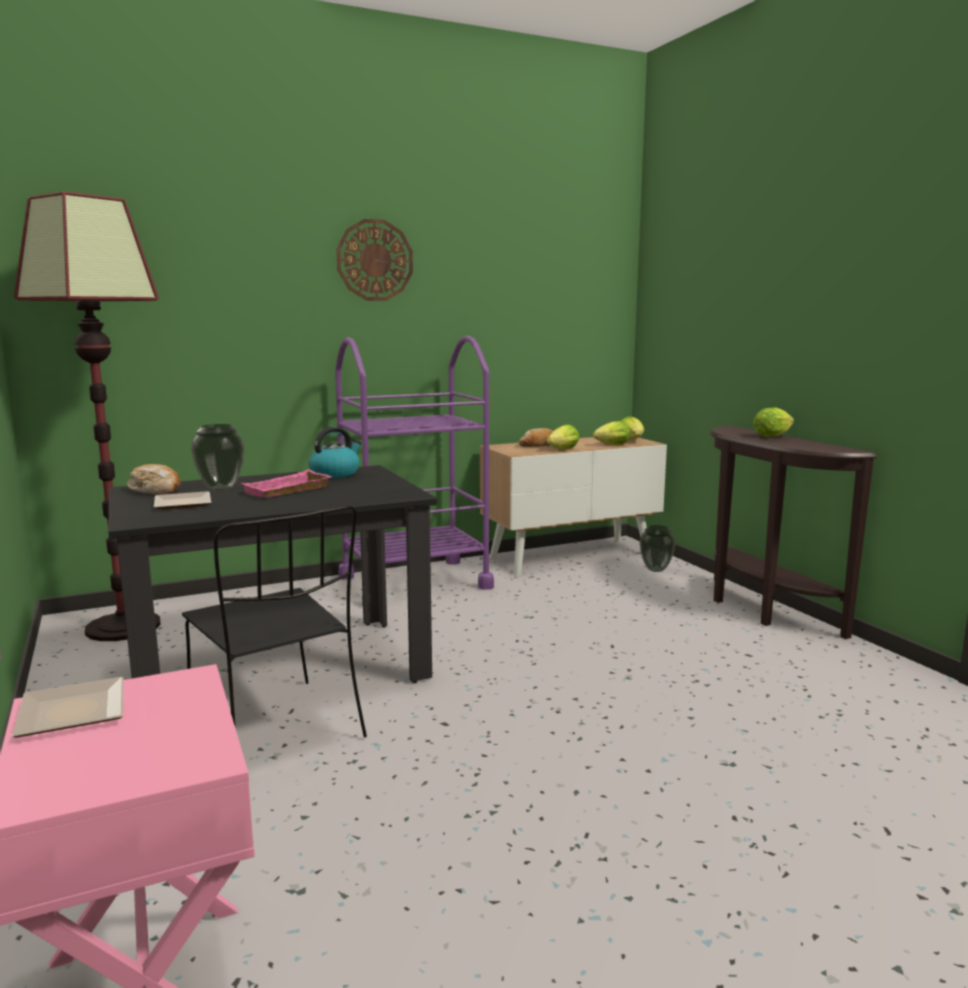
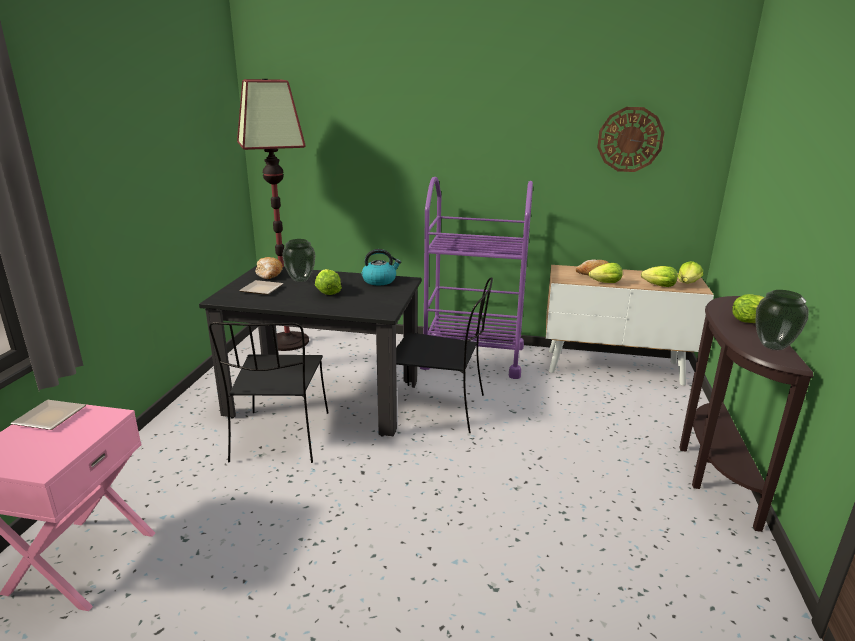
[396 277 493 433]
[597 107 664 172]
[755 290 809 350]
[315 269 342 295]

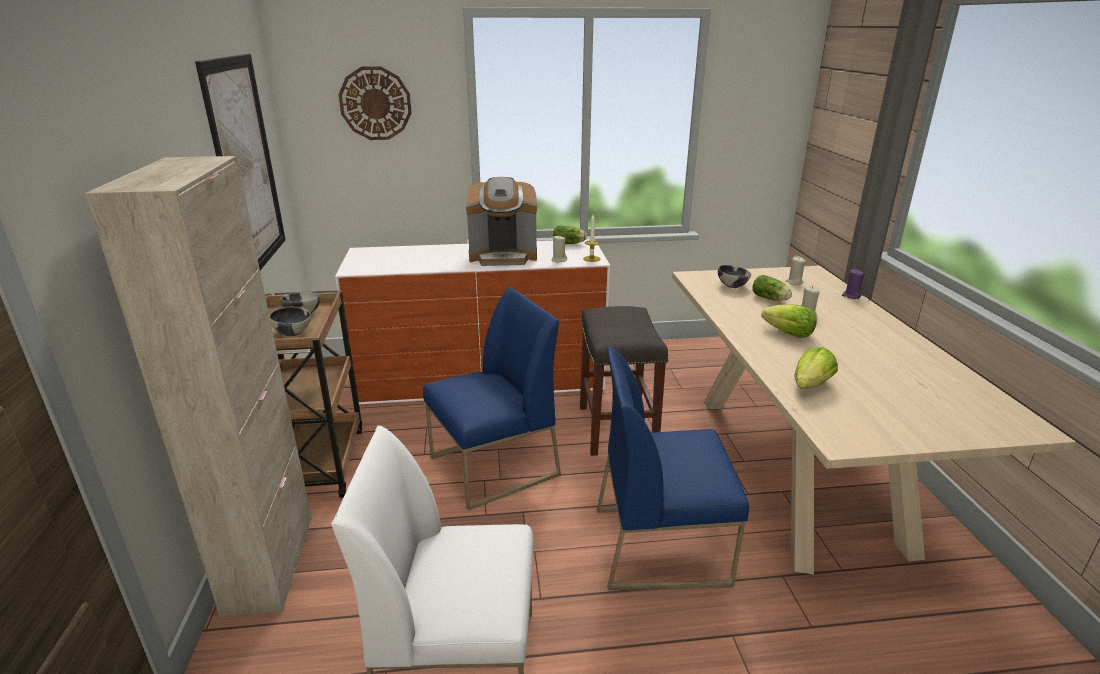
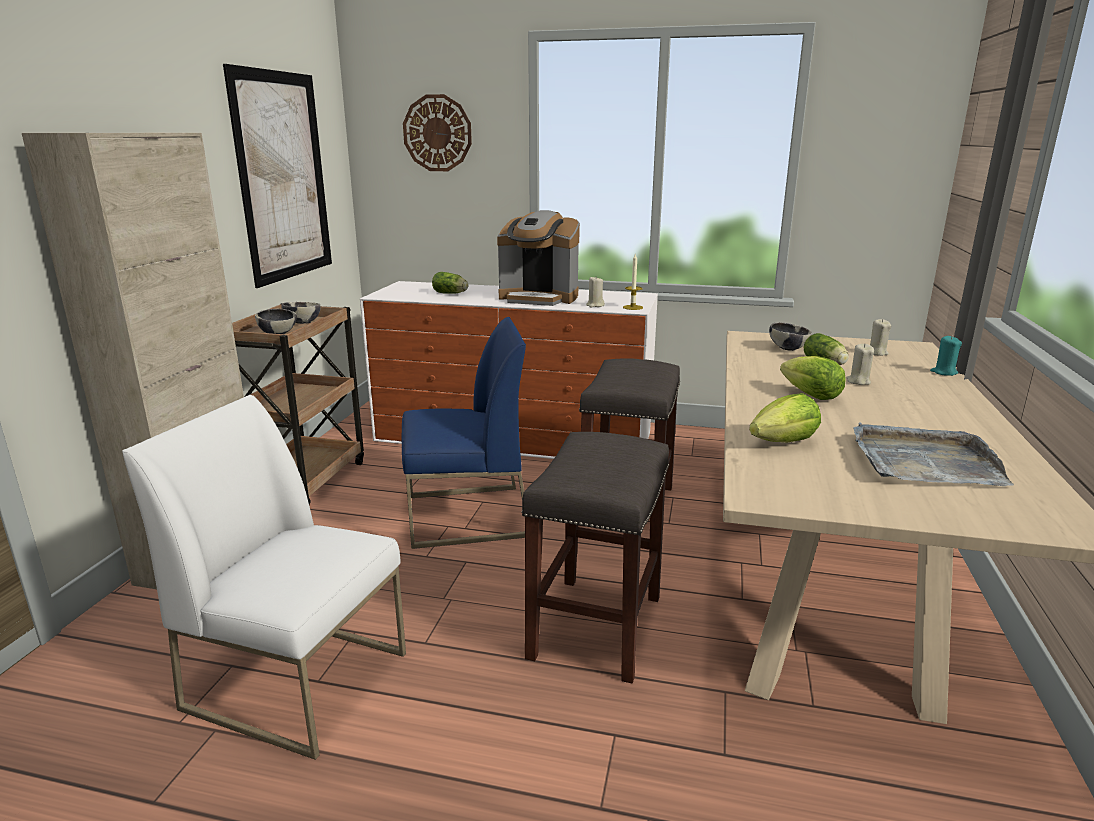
[854 422 1014 486]
[432 272 468 294]
[521 432 669 684]
[930 336 962 376]

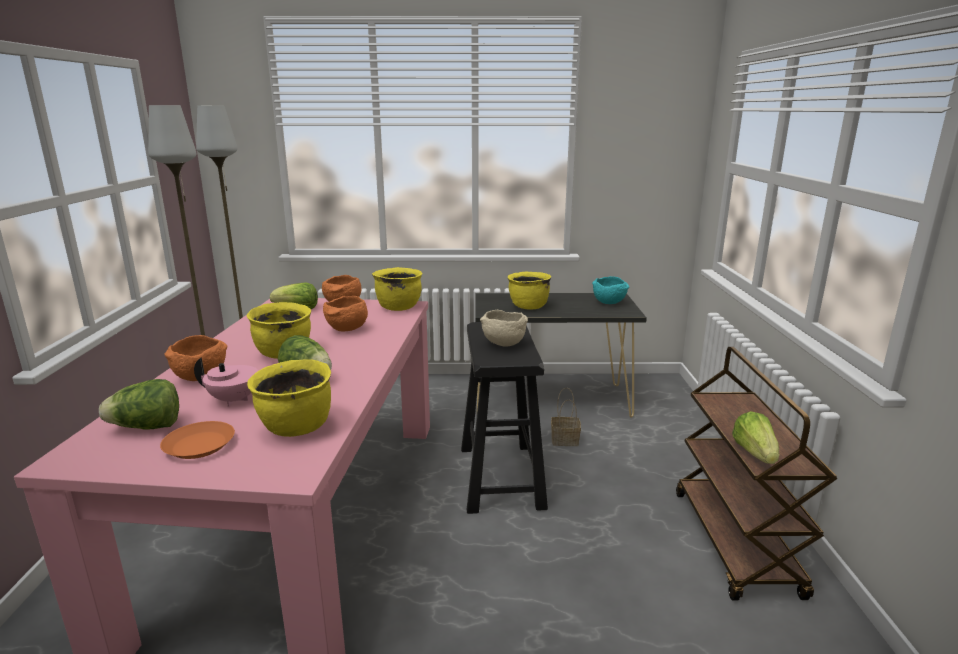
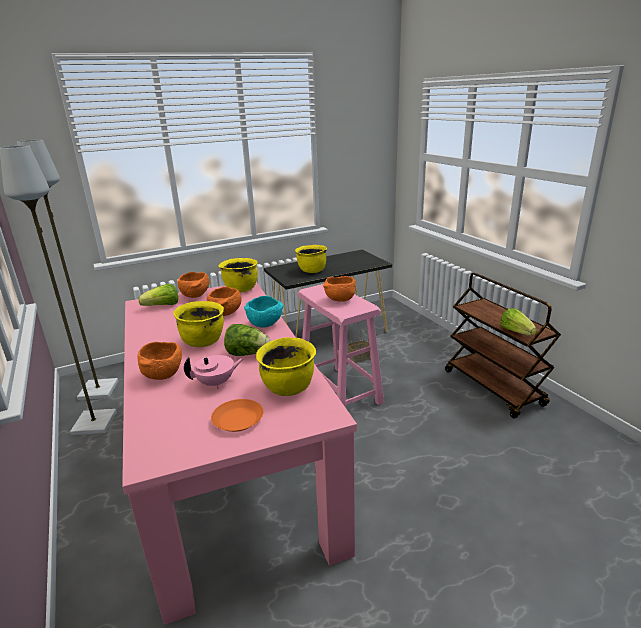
[99 379 179 430] (first image)
[244 296 283 328]
[297 284 384 408]
[323 276 356 302]

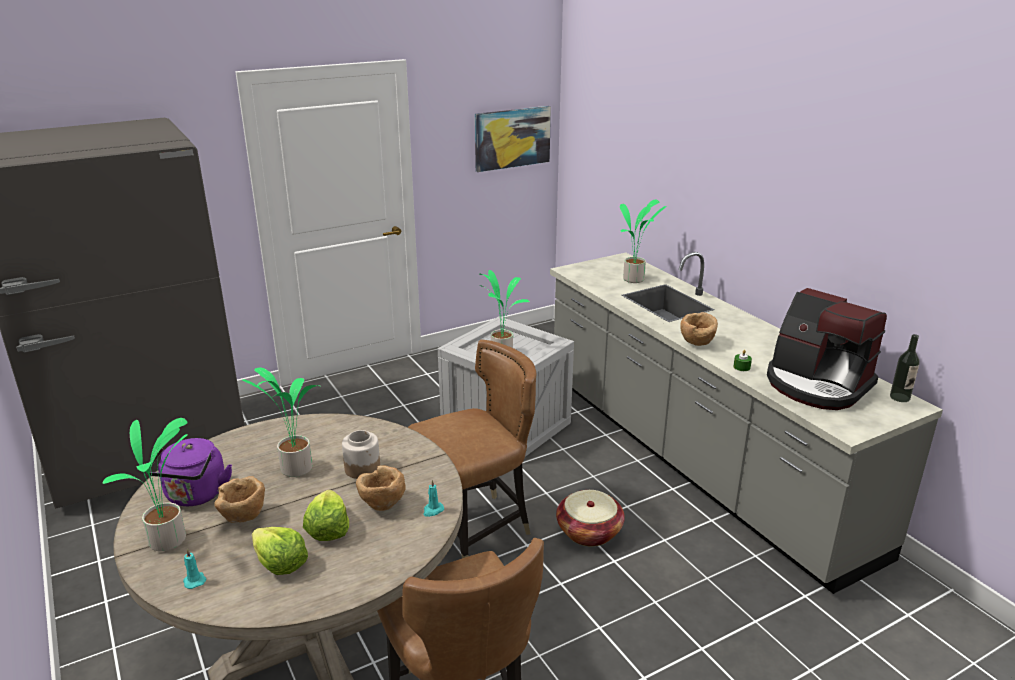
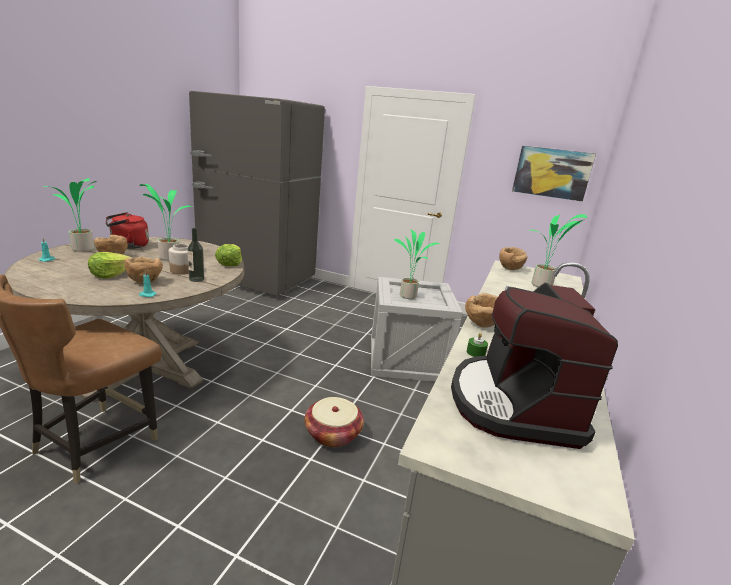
[408 340 536 558] (first image)
[499 247 527 270]
[215 244 242 266]
[187 228 204 282]
[106 212 149 249]

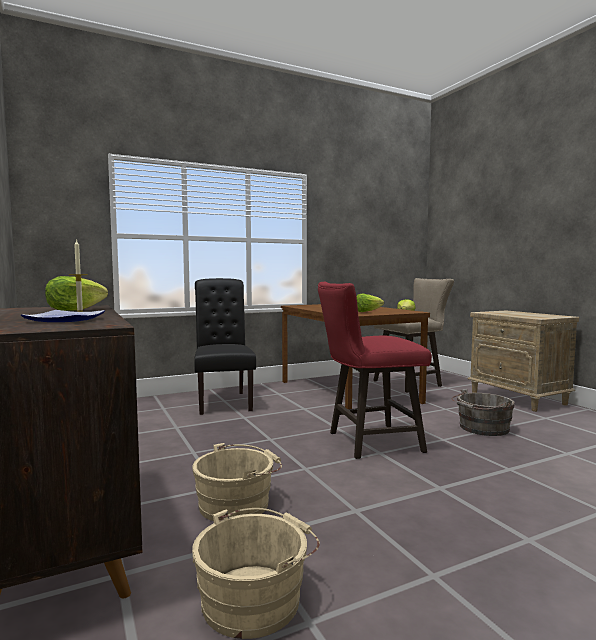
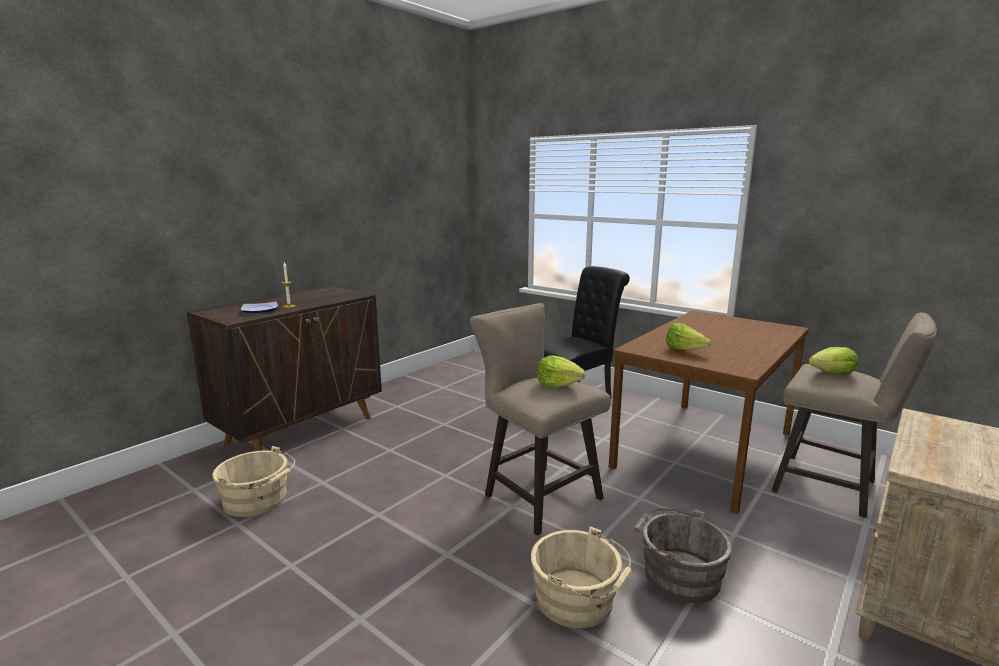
[537 355 586 387]
[531 526 632 628]
[470 303 611 536]

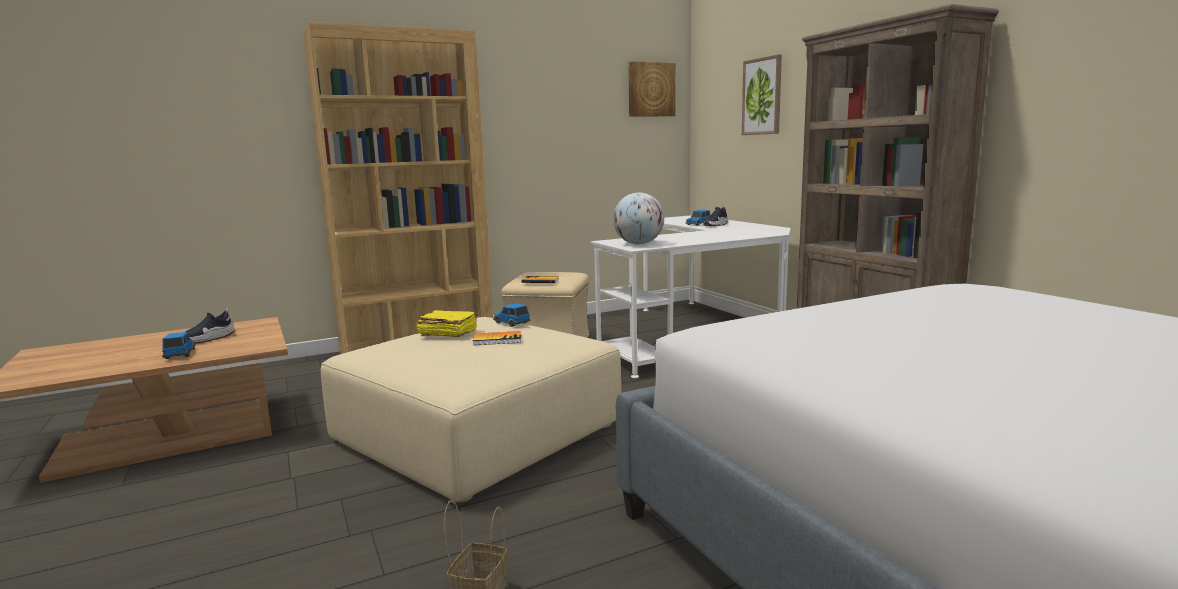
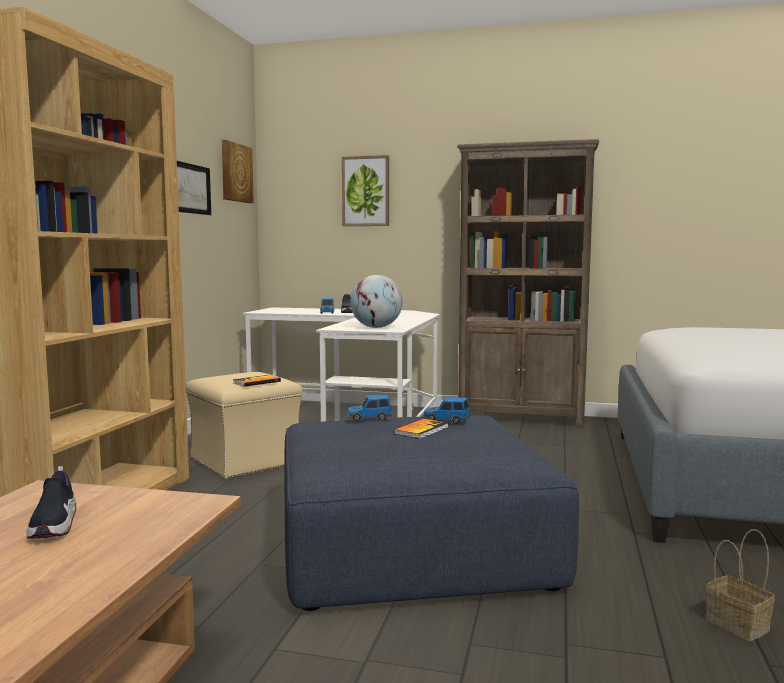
[417 310 478 337] (first image)
[177 161 211 215]
[423 397 470 424]
[284 416 579 611]

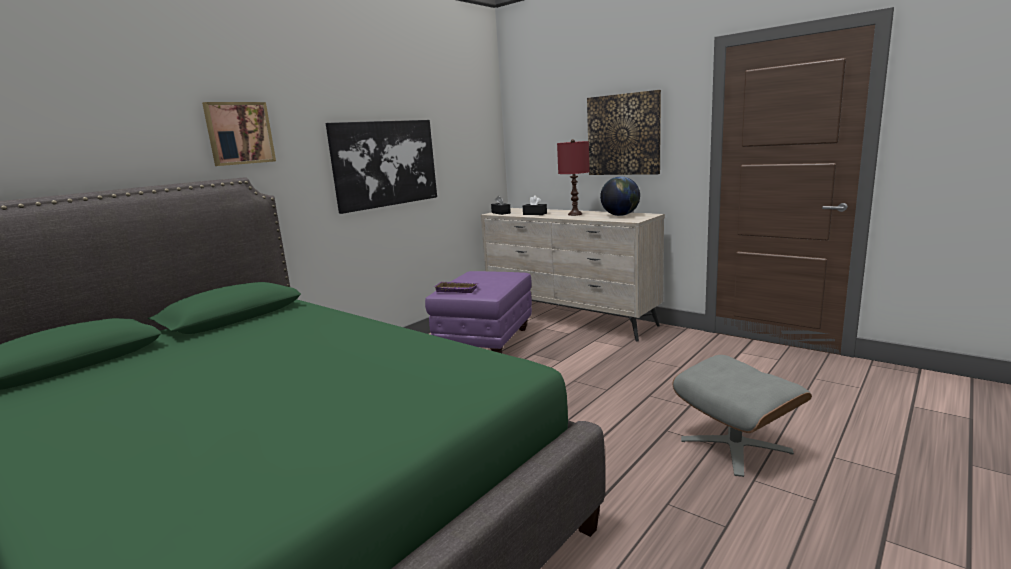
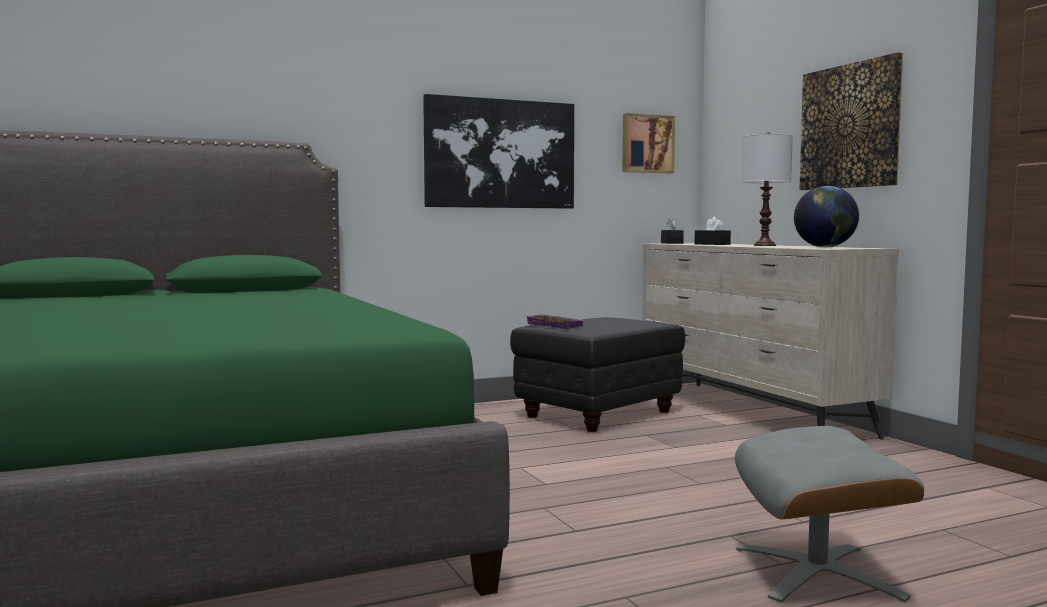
[622 113 675 173]
[510 317 685 432]
[742 132 793 246]

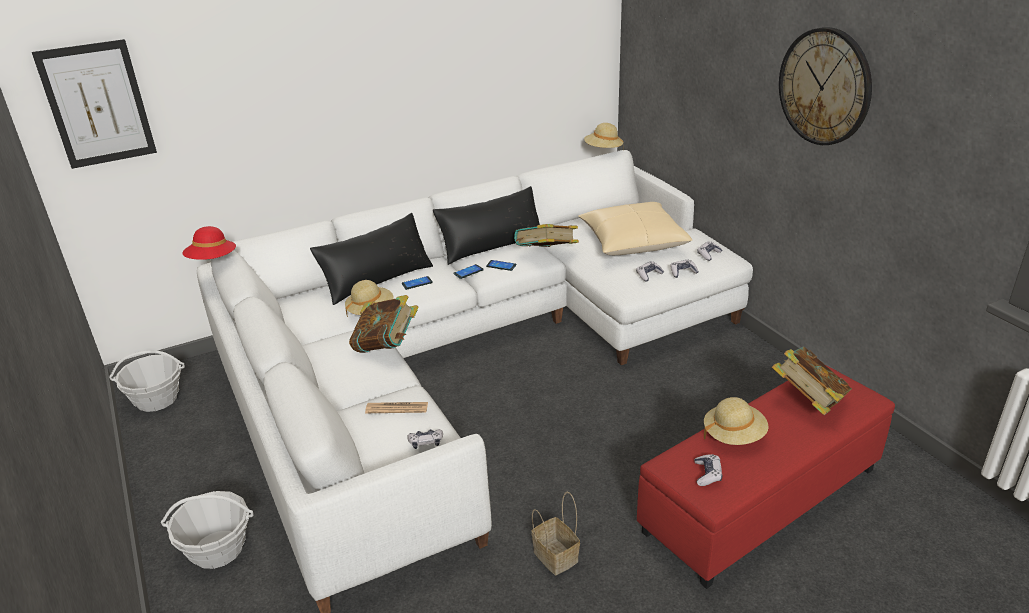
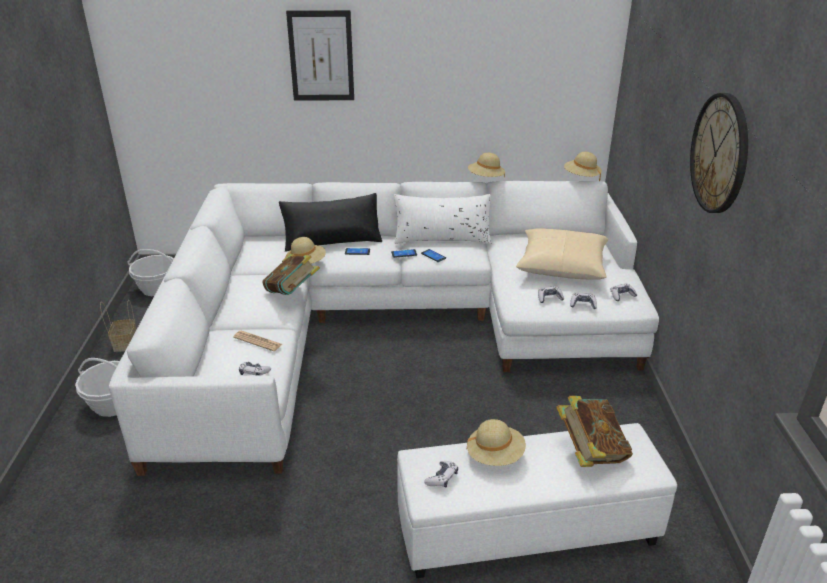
[182 226 236 260] (first image)
[514 224 579 247] (first image)
[468 153 505 178]
[286 10 354 101]
[100 300 136 352]
[394 194 491 244]
[397 423 677 578]

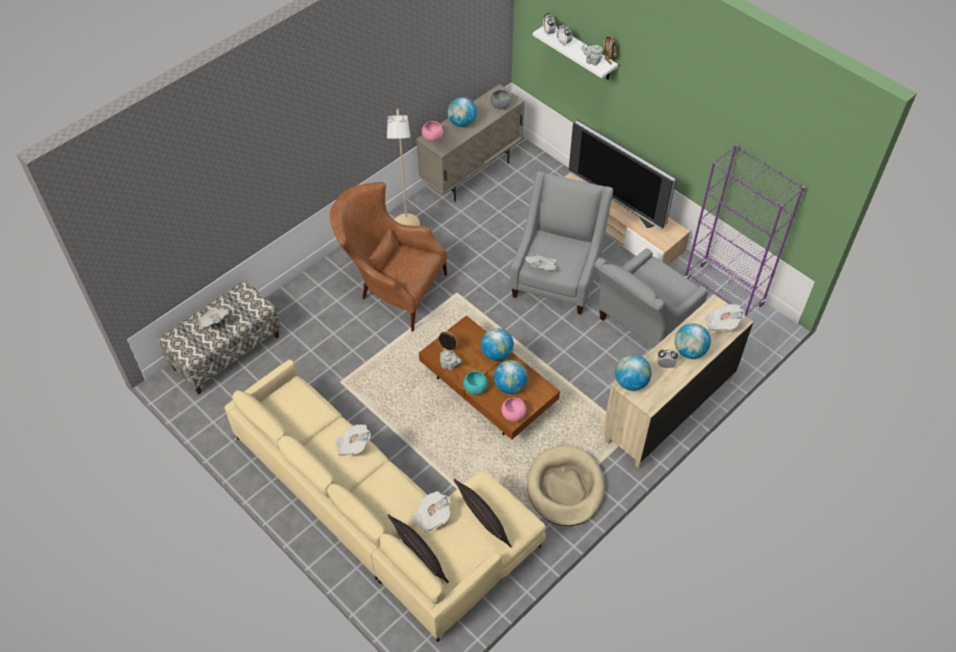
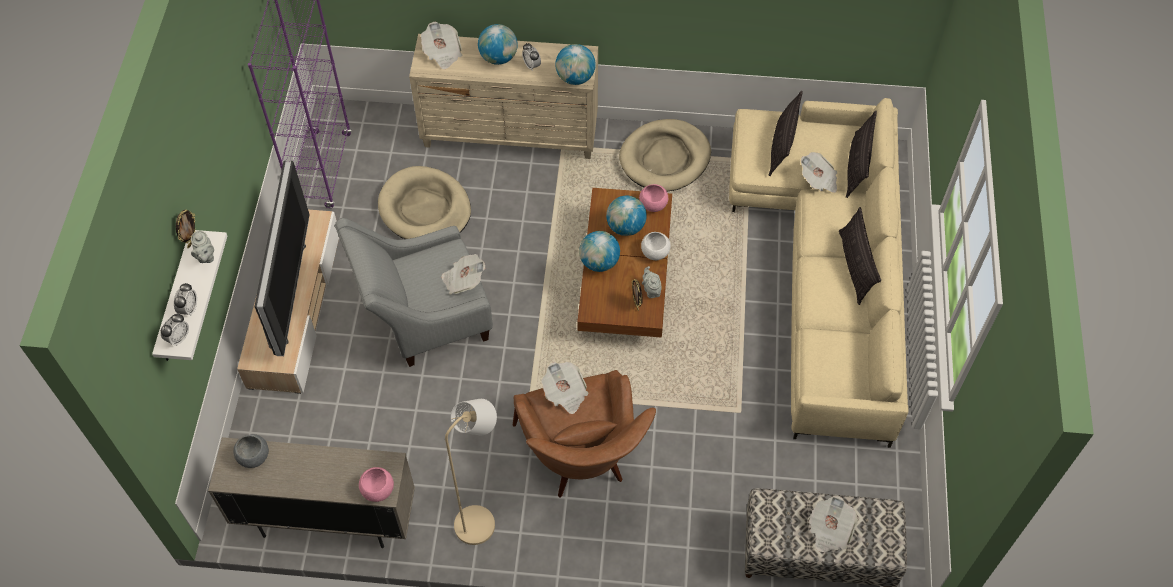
[448 97 477 127] (first image)
[839 207 881 305]
[542 362 589 414]
[378 166 471 239]
[641 232 671 260]

